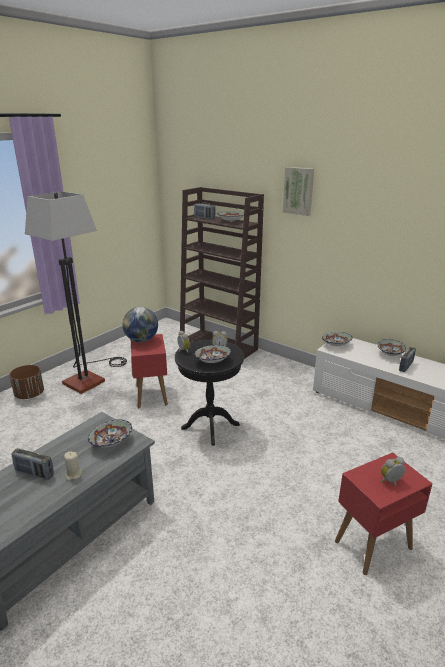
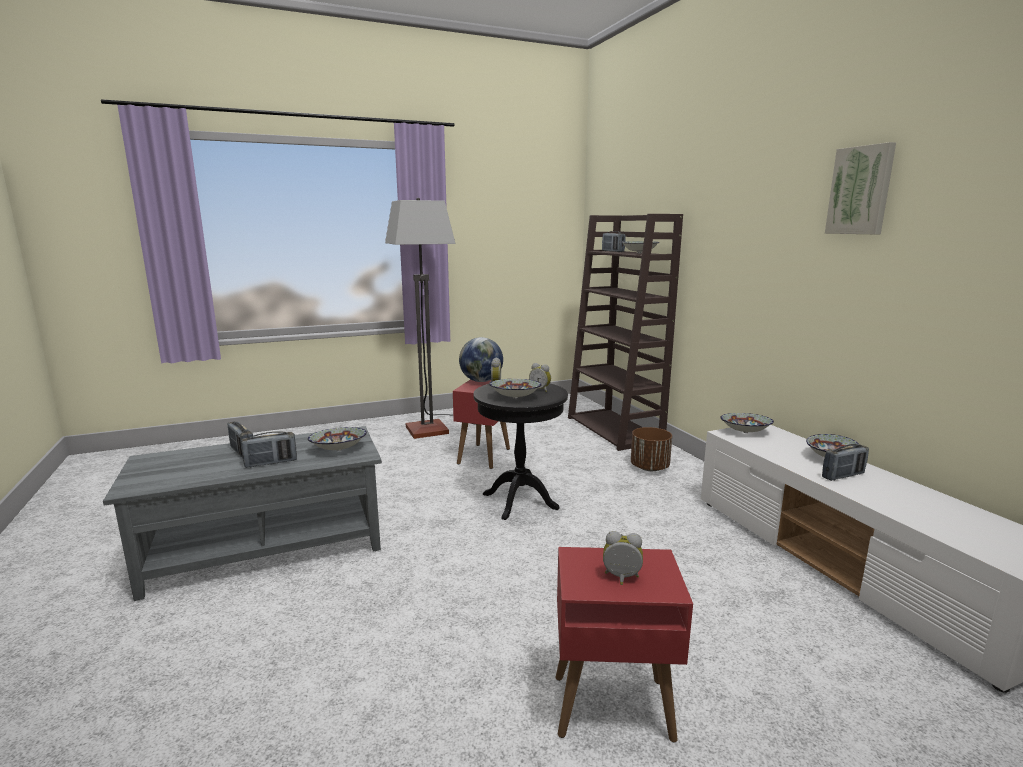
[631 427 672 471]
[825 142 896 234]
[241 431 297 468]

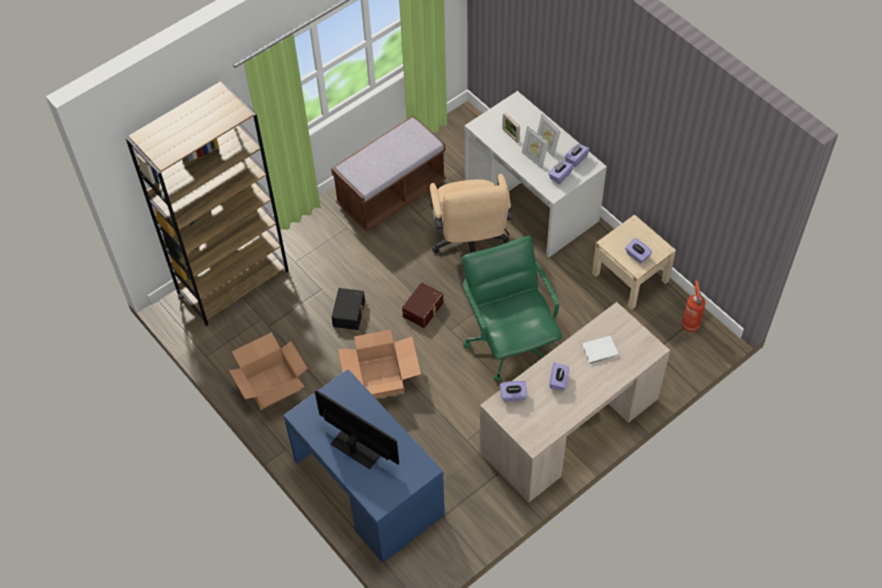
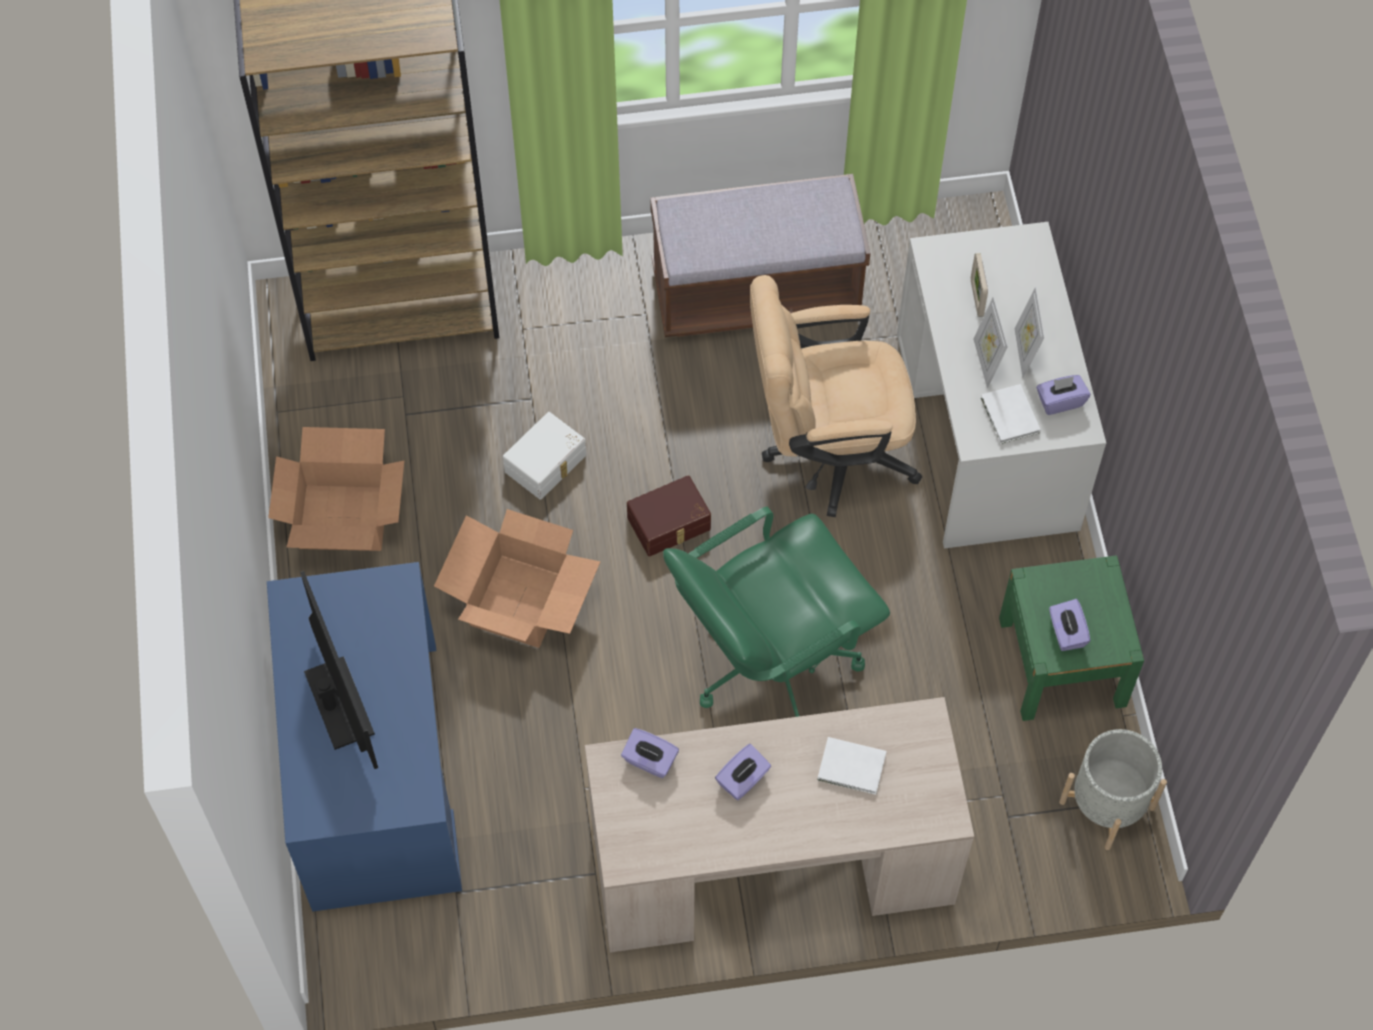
[981 384 1041 444]
[1059 729 1167 850]
[503 412 586 500]
[999 555 1144 721]
[750 275 922 517]
[663 507 890 717]

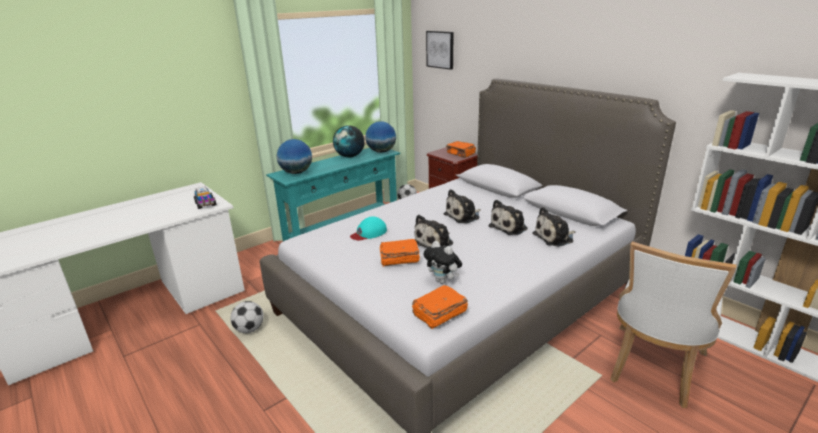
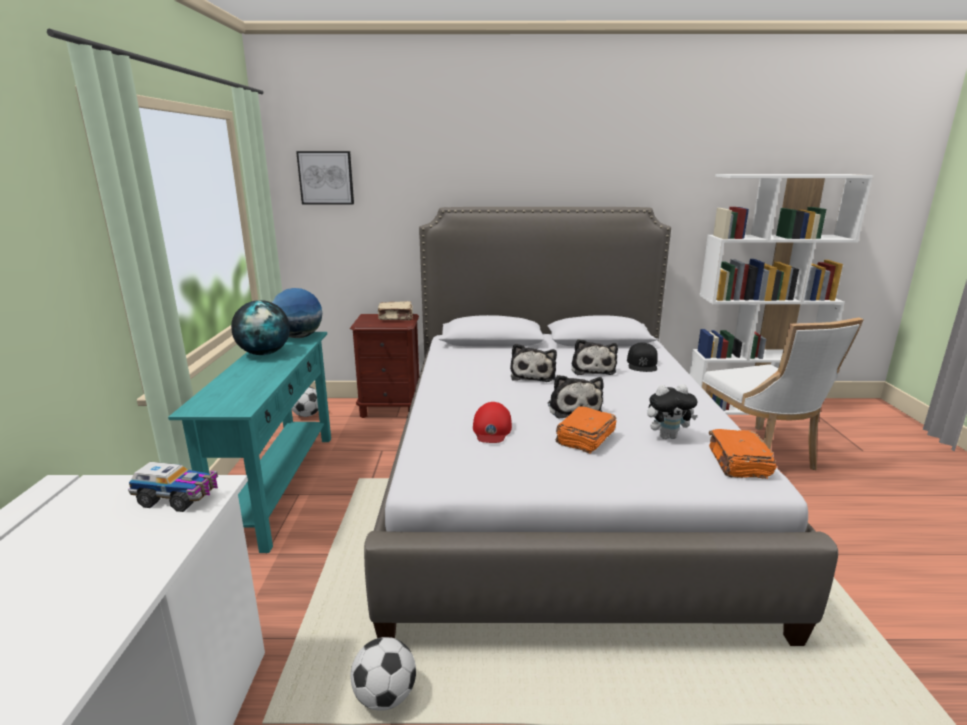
[277 139 312 174] (first image)
[627 342 658 372]
[473 402 512 443]
[378 301 413 320]

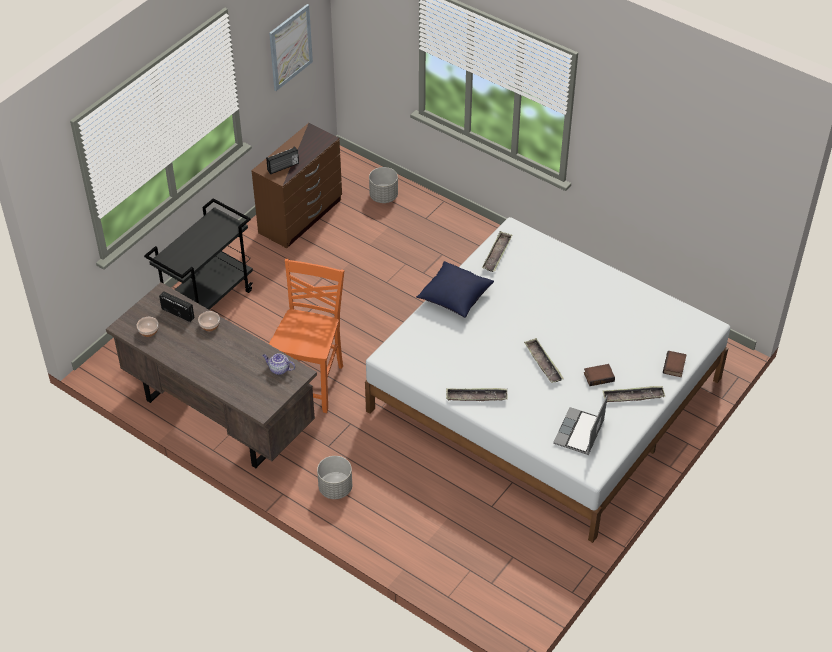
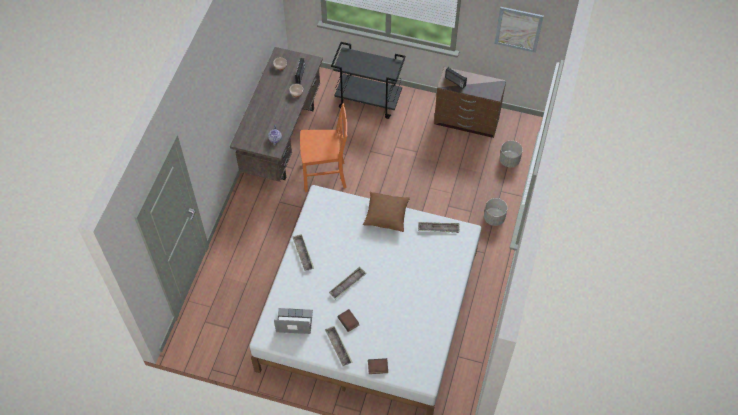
[484 198 508 226]
[363 192 410 232]

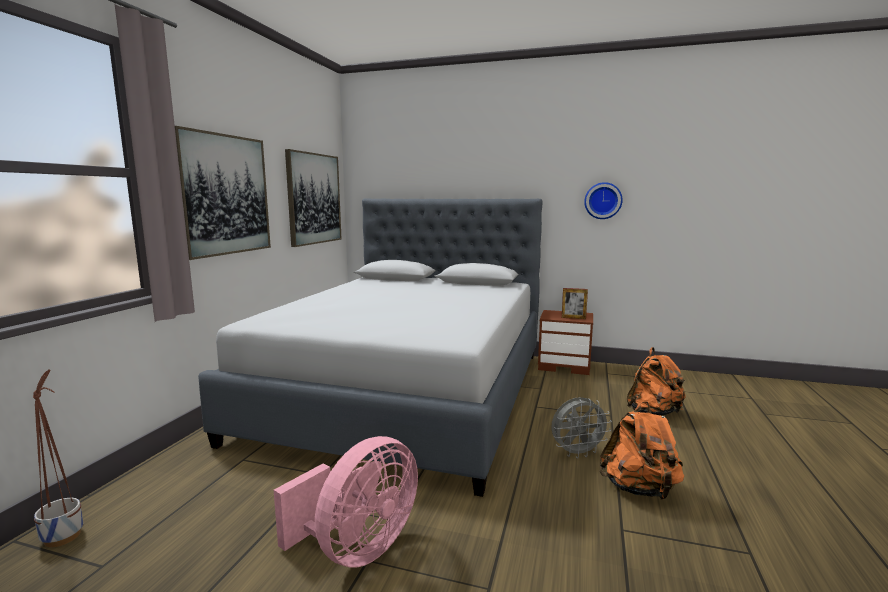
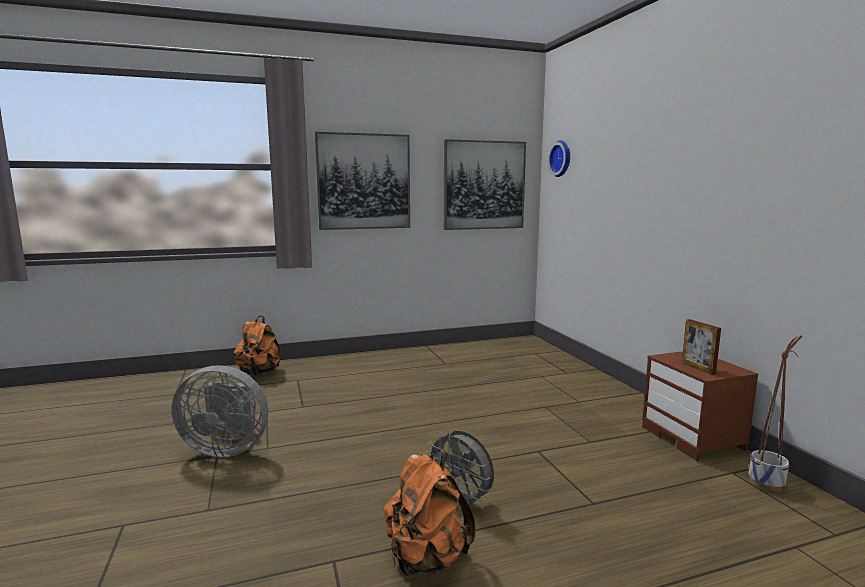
[198 199 542 497] (first image)
[749 336 803 492]
[548 140 570 177]
[234 315 281 376]
[171 365 268 457]

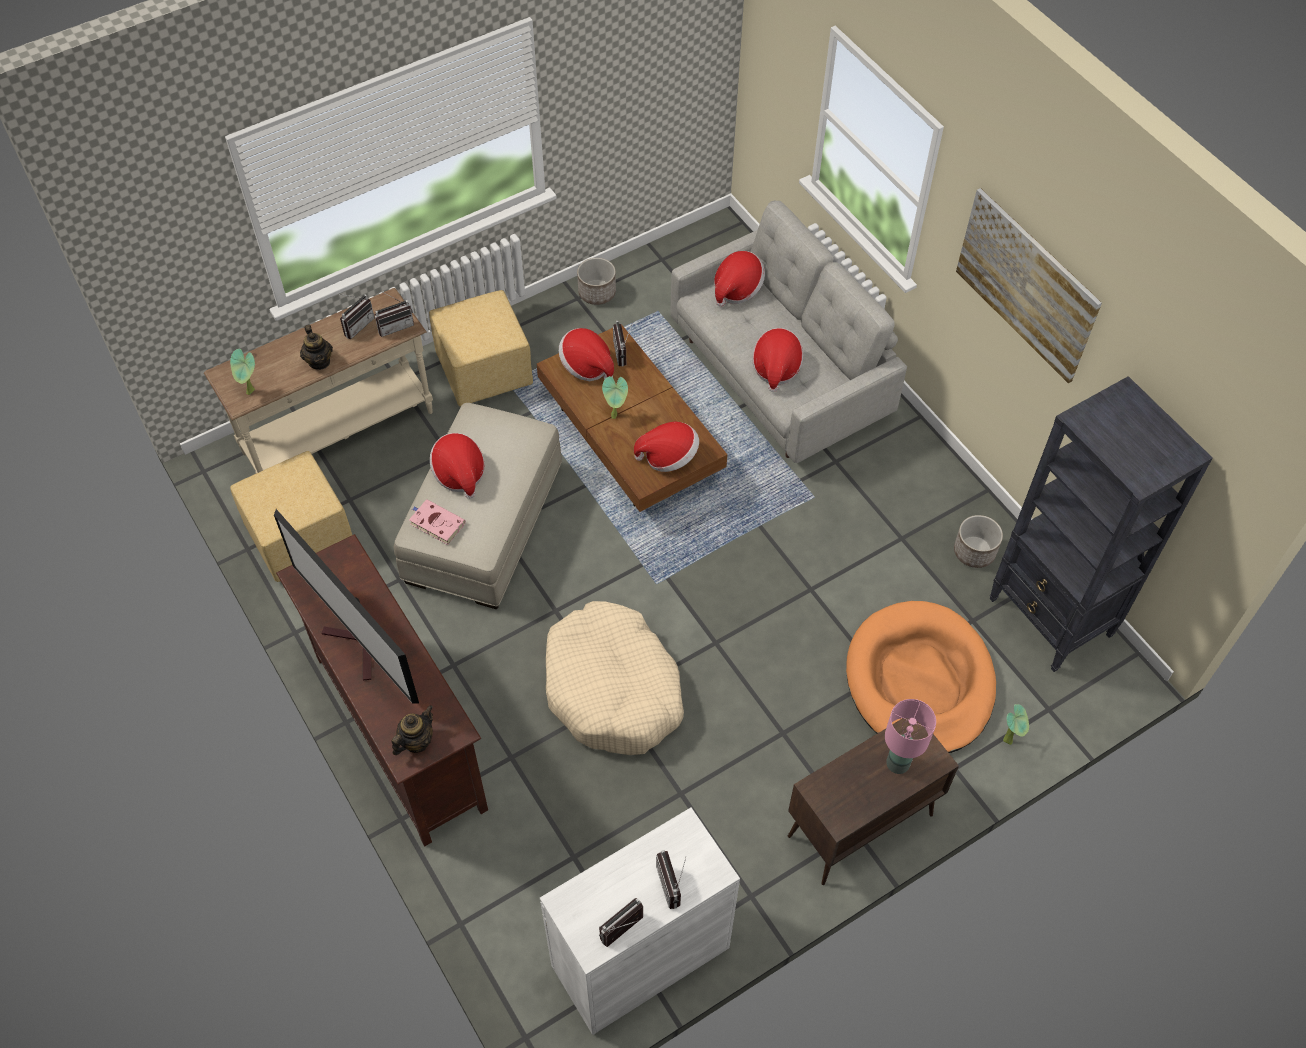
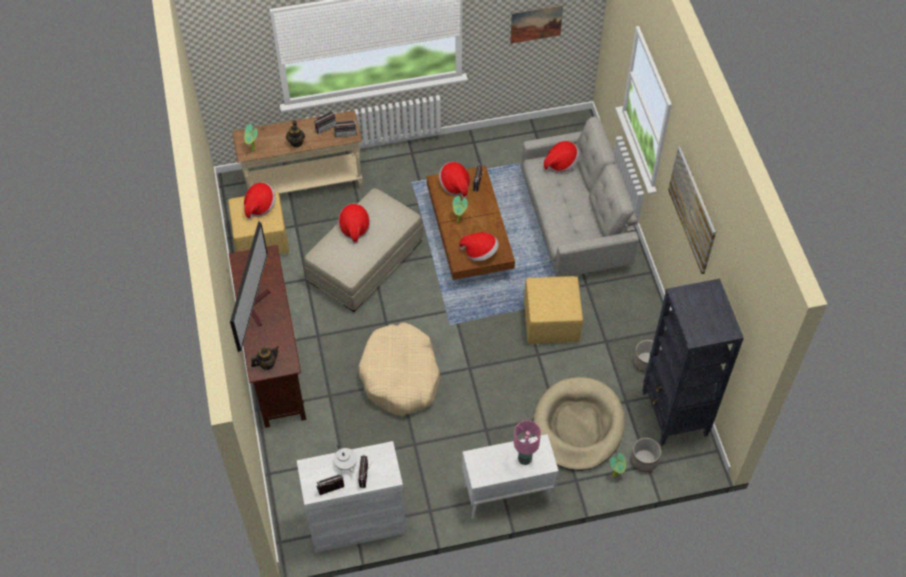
[409 499 466 545] (first image)
[334 444 357 473]
[510 5 563 44]
[524 276 583 344]
[631 438 661 472]
[244 182 276 220]
[462 434 559 518]
[533 377 625 471]
[230 221 270 352]

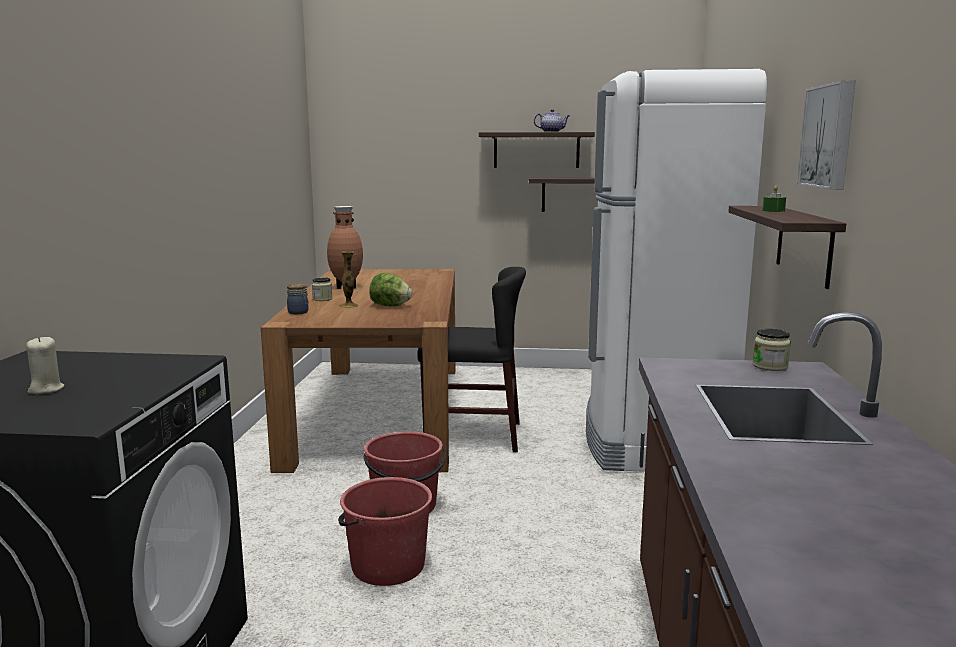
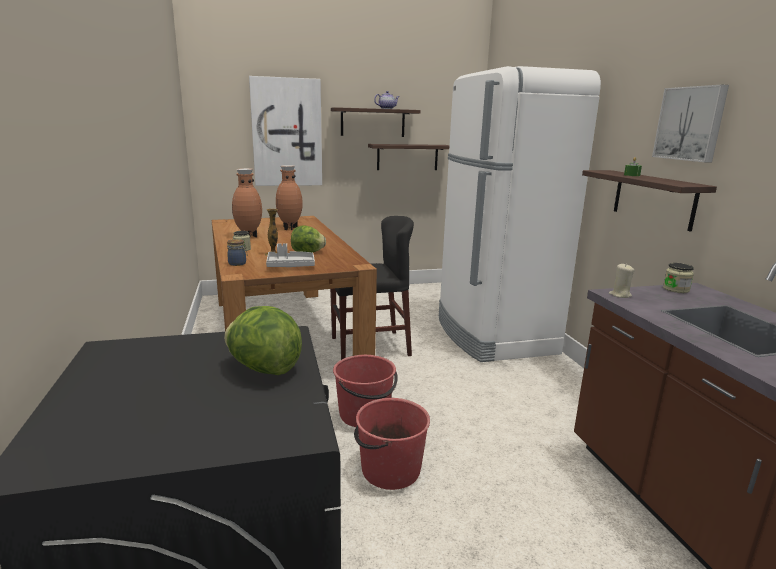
[224 306 302 375]
[249 76 322 186]
[266 243 315 267]
[276 165 303 230]
[609 264 635 298]

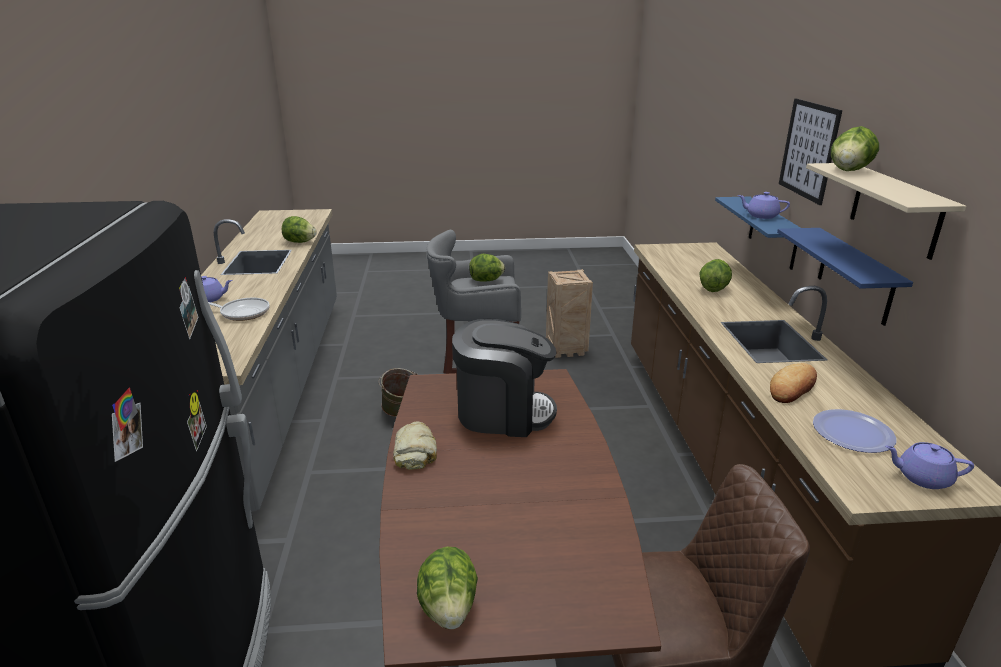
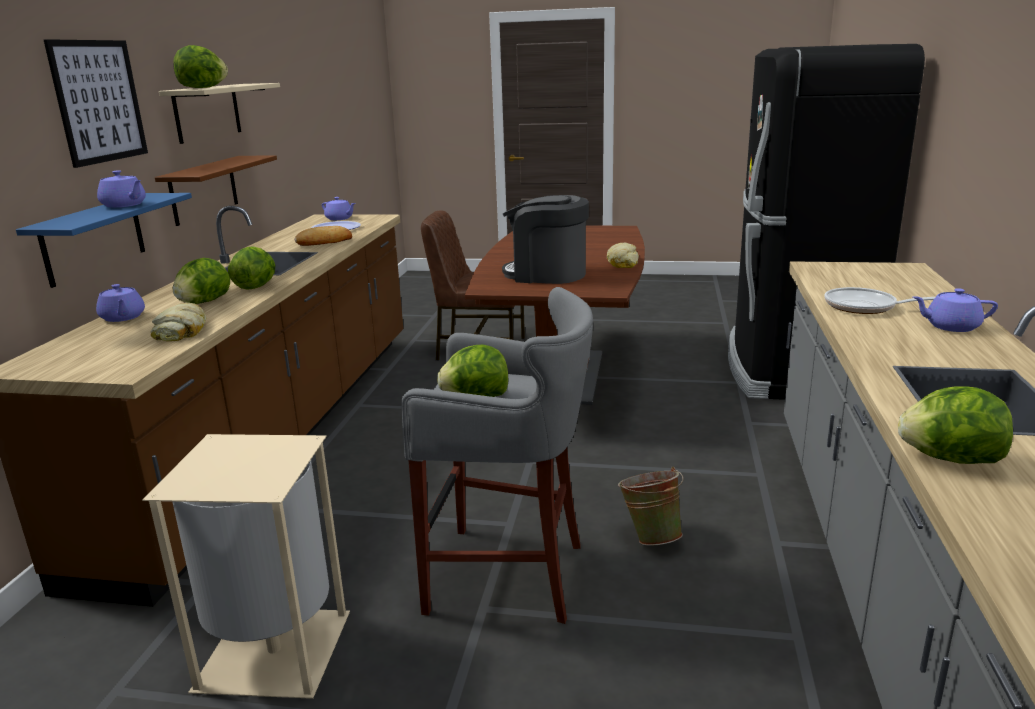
[96 284 145 322]
[151 303 206 341]
[228 247 275 290]
[142 434 350 699]
[155 155 277 226]

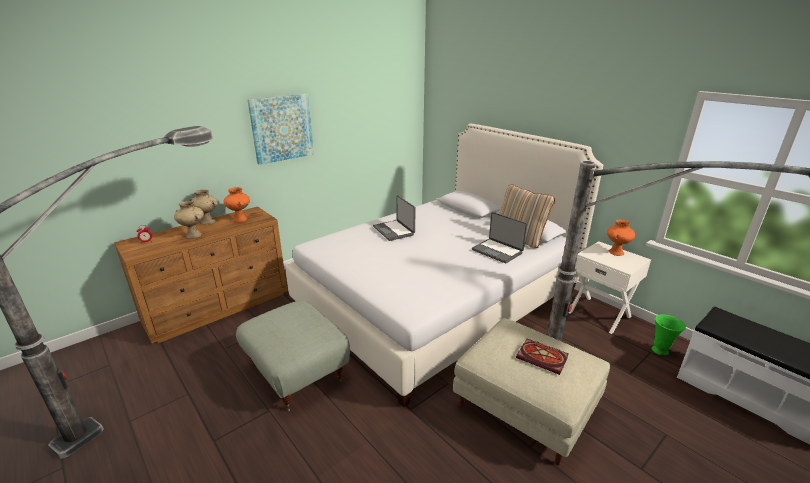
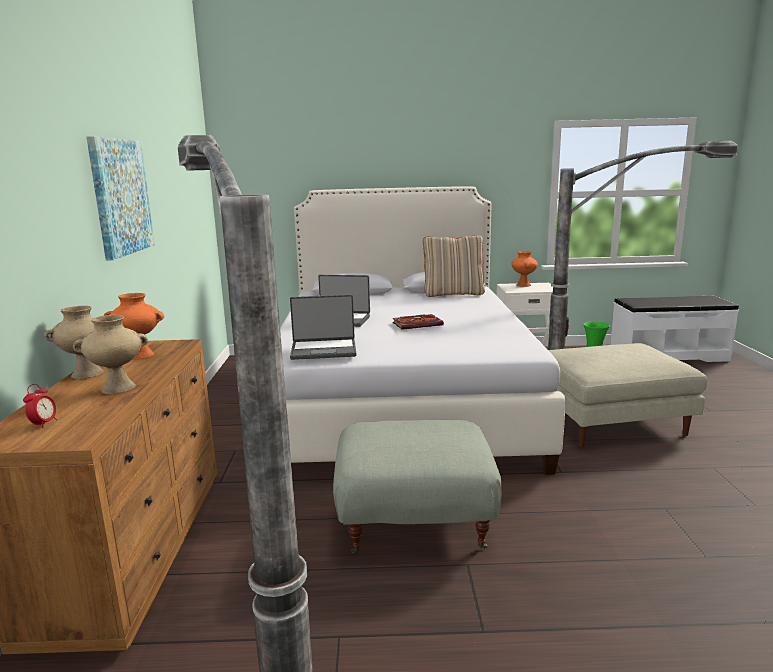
[290 295 356 360]
[392 314 444 330]

